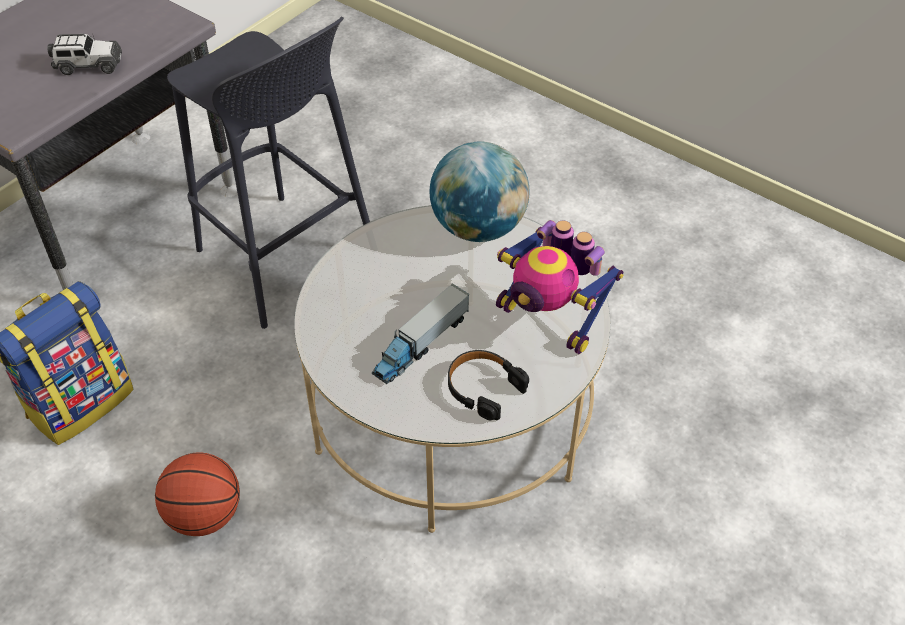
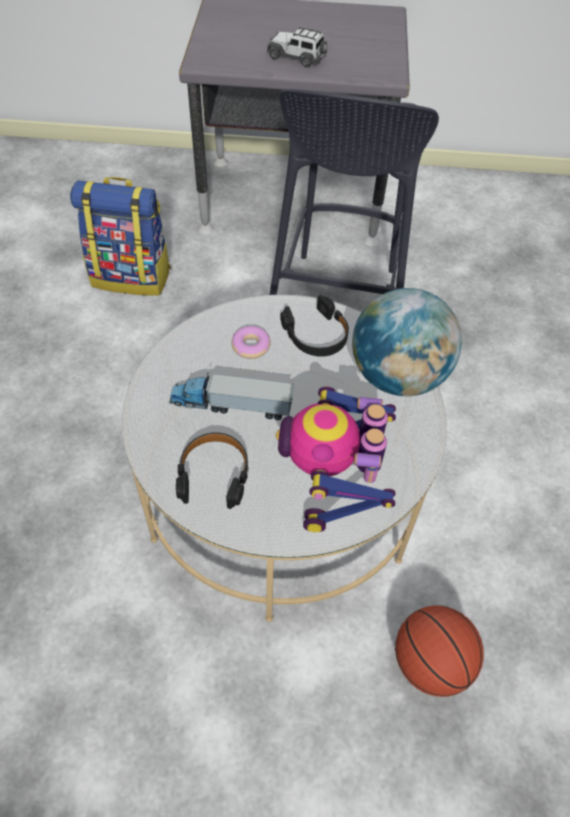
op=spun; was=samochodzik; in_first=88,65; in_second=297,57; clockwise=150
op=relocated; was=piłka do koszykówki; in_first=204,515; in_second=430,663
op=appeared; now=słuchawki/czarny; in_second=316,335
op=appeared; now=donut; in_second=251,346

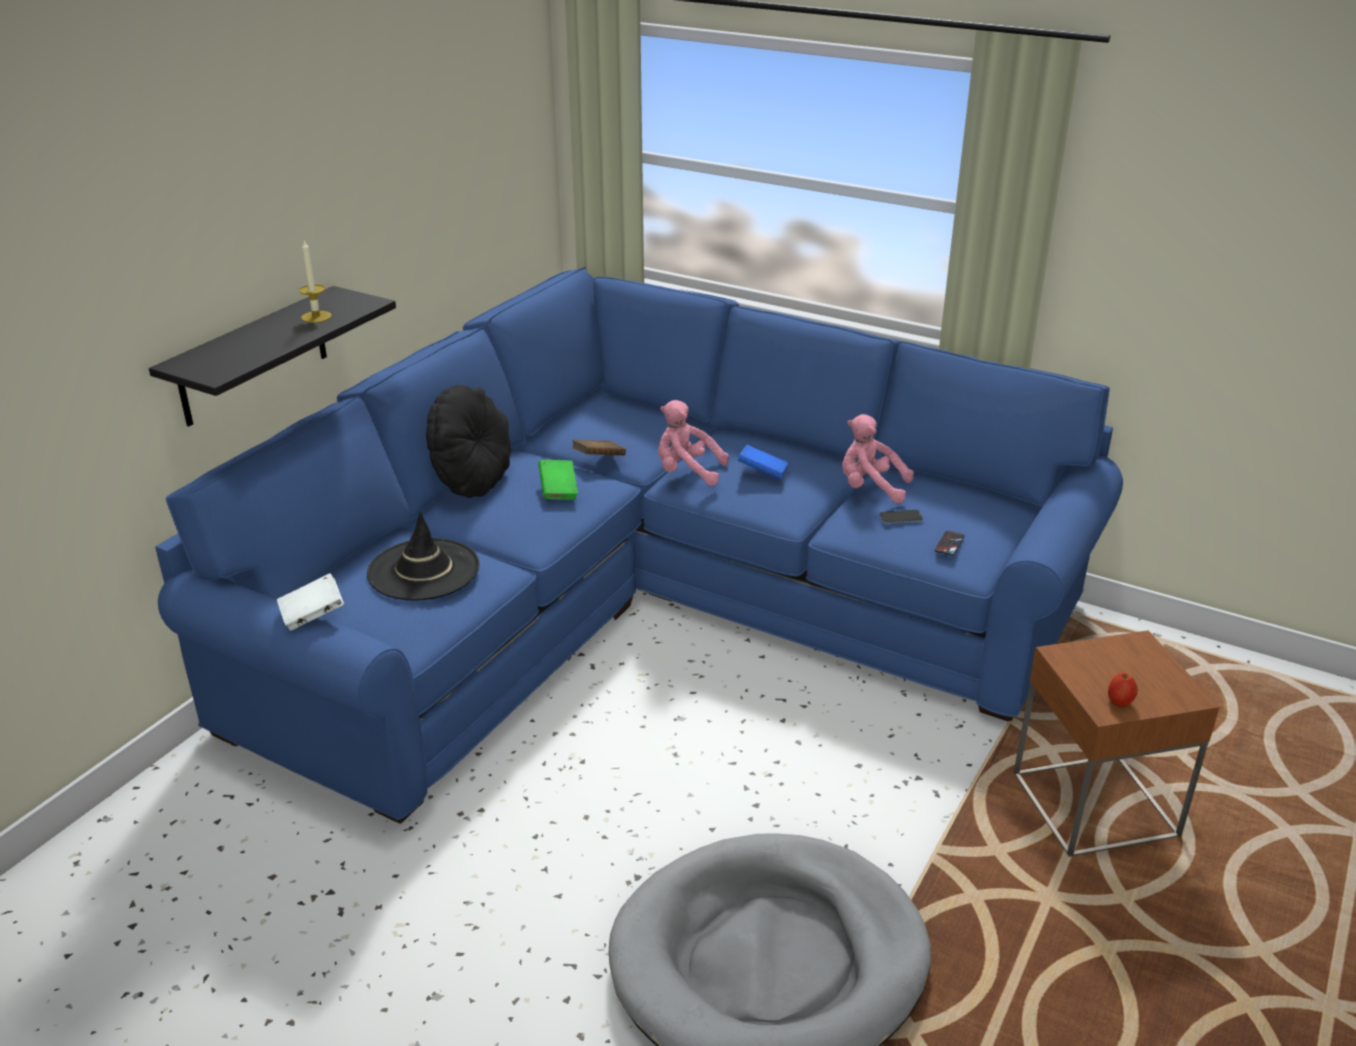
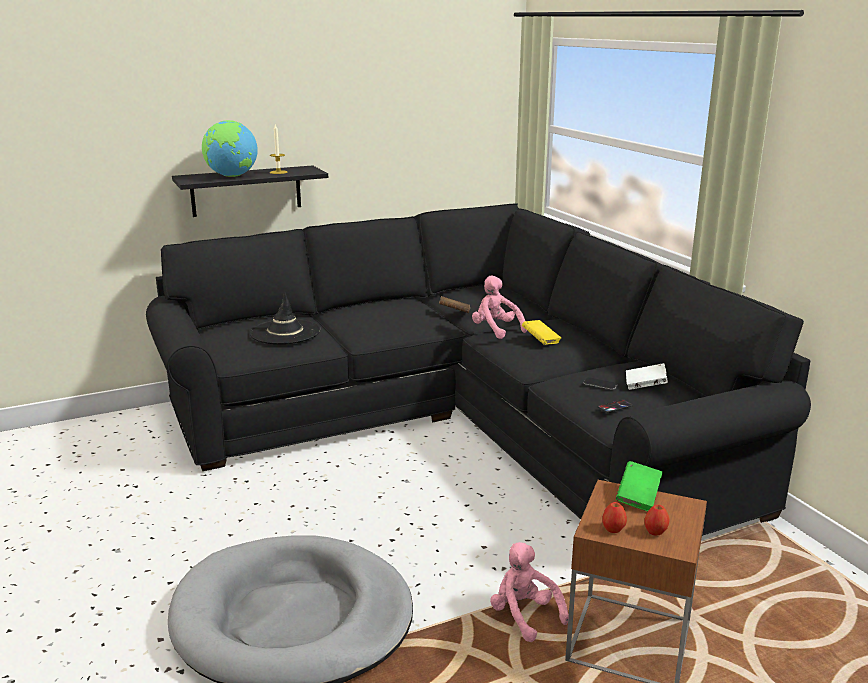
op=colour; was=kanapa/niebieski; now=kanapa/czarny; in_first=650,608; in_second=460,423
op=missing; was=poduszka/czarny; in_first=473,485
op=relocated; was=pluszak/różowy; in_first=870,488; in_second=524,615
op=colour; was=książka/niebieski; now=książka/żółty; in_first=762,473; in_second=541,341
op=relocated; was=książka/zielony; in_first=558,491; in_second=638,497
op=relocated; was=książka/biały; in_first=312,615; in_second=645,386
op=appeared; now=globus; in_second=232,176
op=appeared; now=jabłko; in_second=655,532

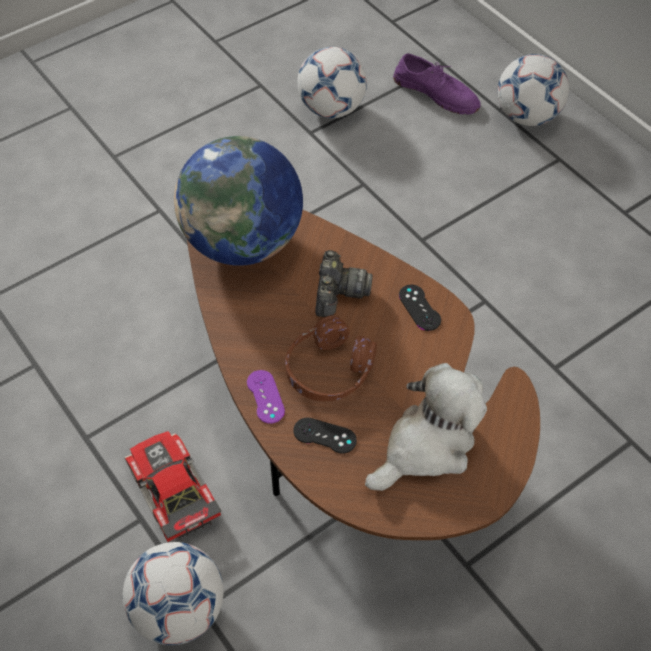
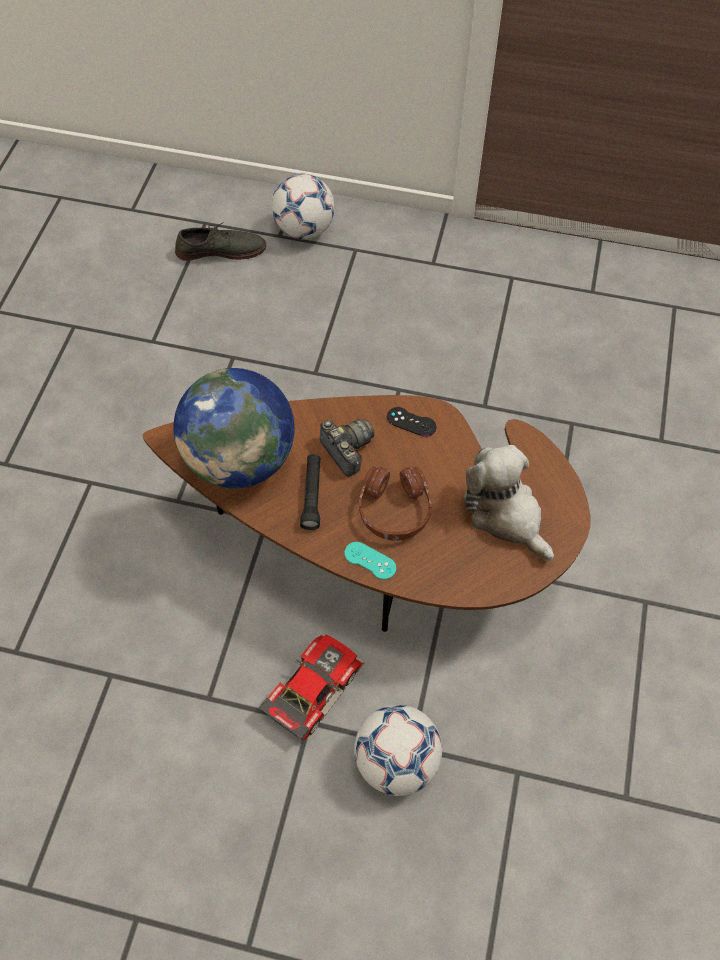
op=missing; was=piłka futbolowa; in_first=332,109
op=colour; was=but/fioletowy; now=but/szary; in_first=436,92; in_second=221,249
op=spun; was=pluszak; in_first=427,446; in_second=505,514; clockwise=-45
op=colour; was=pad do gier/fioletowy; now=pad do gier/turkusowy; in_first=265,397; in_second=370,560
op=missing; was=pad do gier/czarny; in_first=324,435
op=spun; was=samochodzik; in_first=170,492; in_second=311,687; clockwise=105
op=appeared; now=latarka/czarny; in_second=312,495

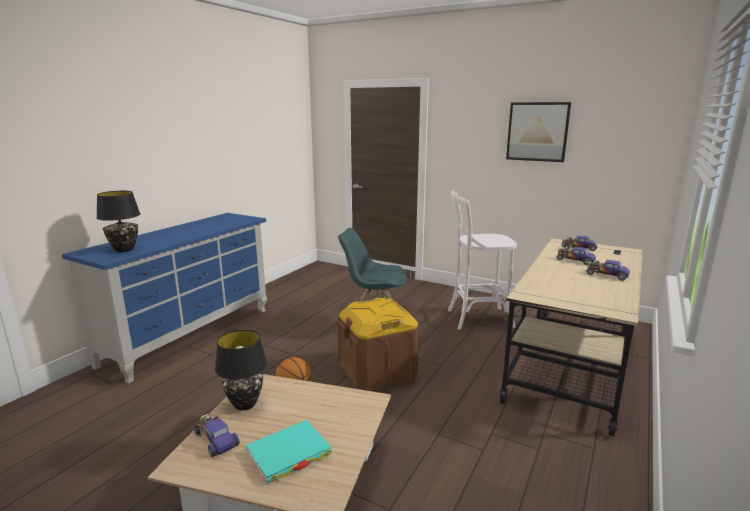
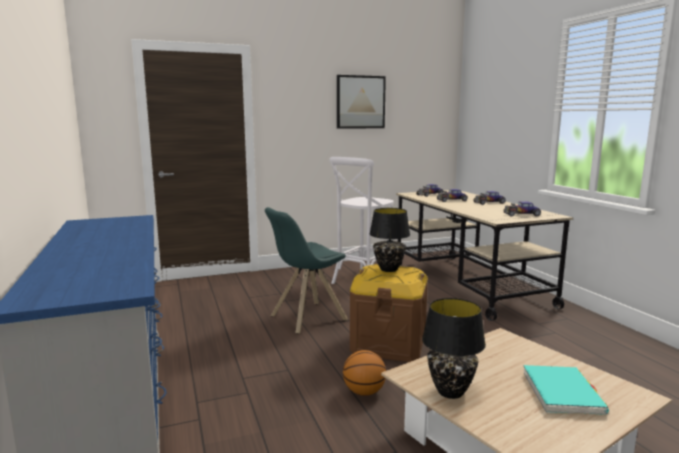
op=relocated; was=lampa stołowa/czarny; in_first=124,250; in_second=389,269
op=relocated; was=samochodzik; in_first=216,439; in_second=521,214

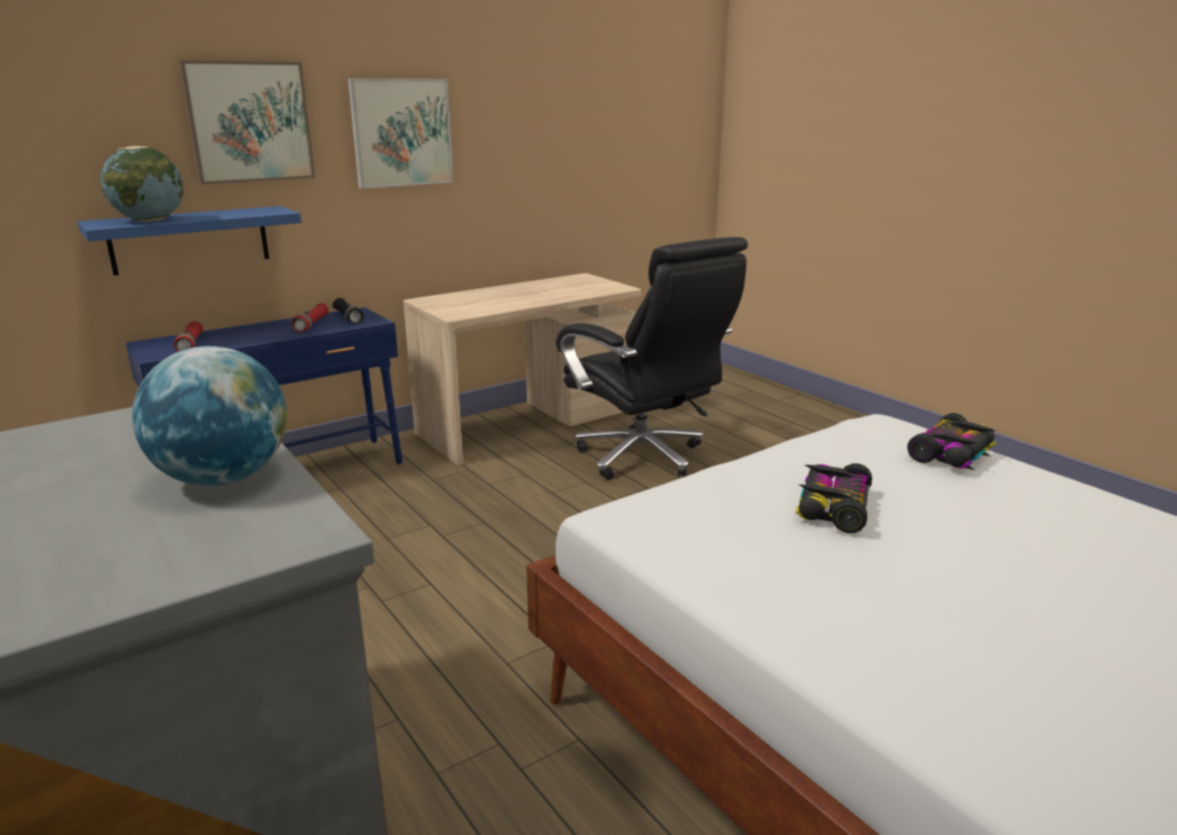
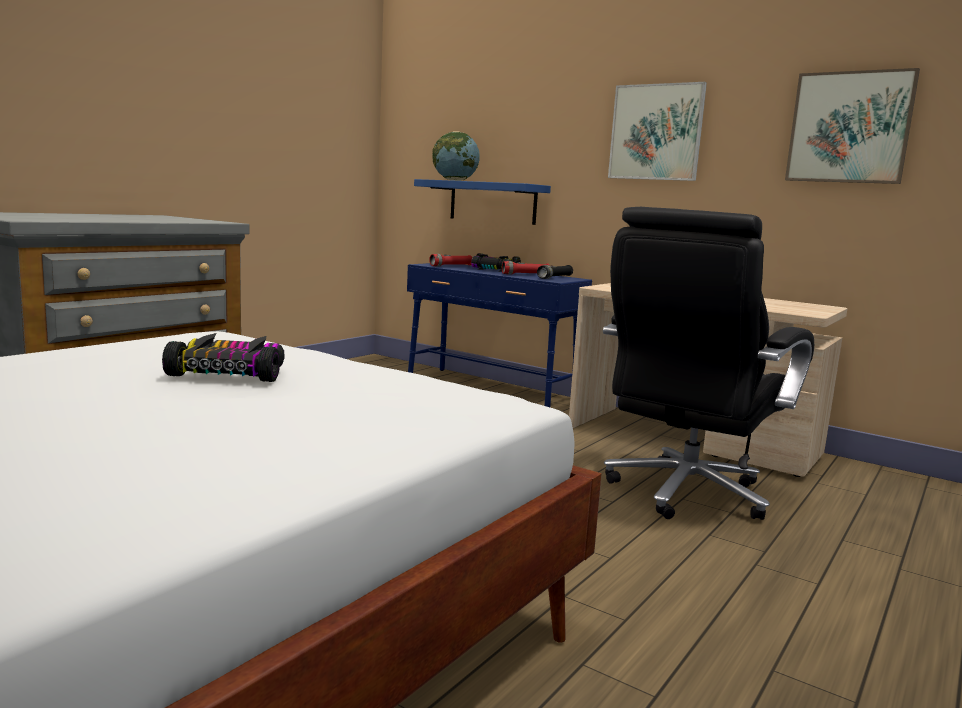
op=relocated; was=obraz; in_first=249,122; in_second=849,127
op=missing; was=globus; in_first=224,479
op=relocated; was=samochodzik; in_first=952,454; in_second=494,270

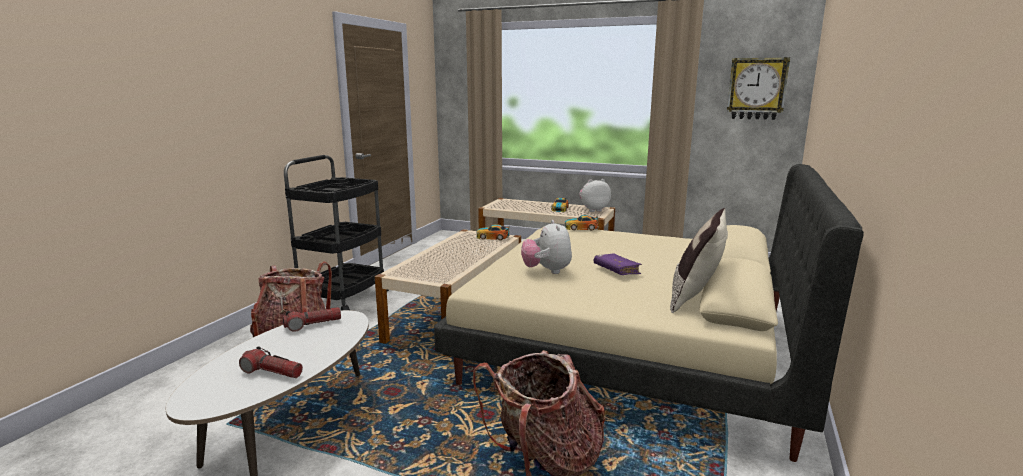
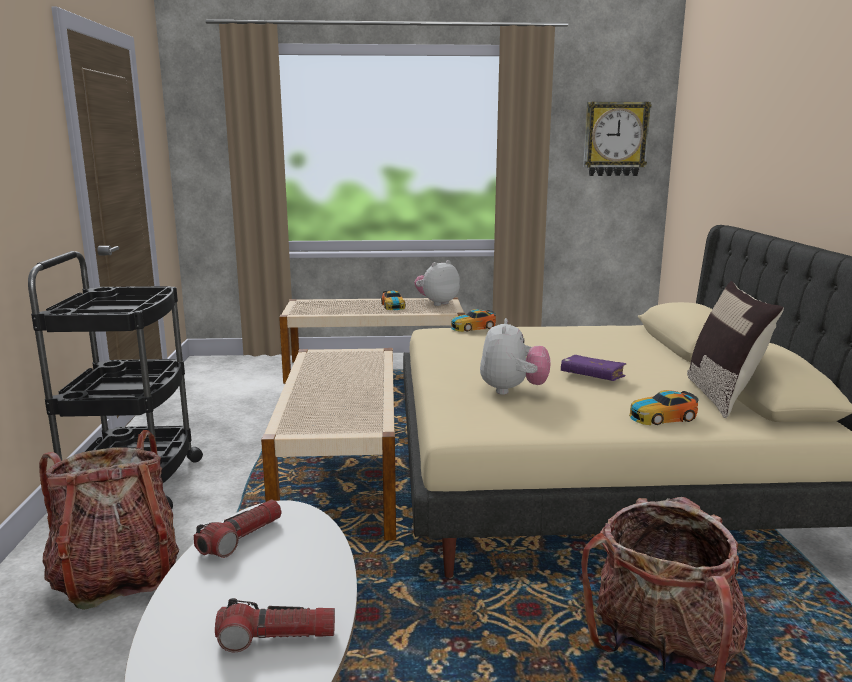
op=spun; was=pluszak; in_first=547,271; in_second=512,390; clockwise=-135
op=relocated; was=samochodzik; in_first=492,237; in_second=661,417

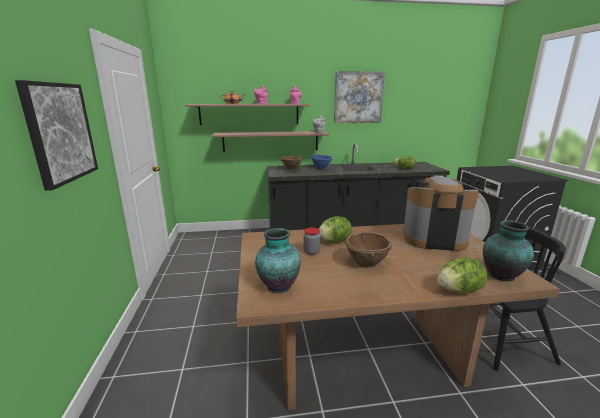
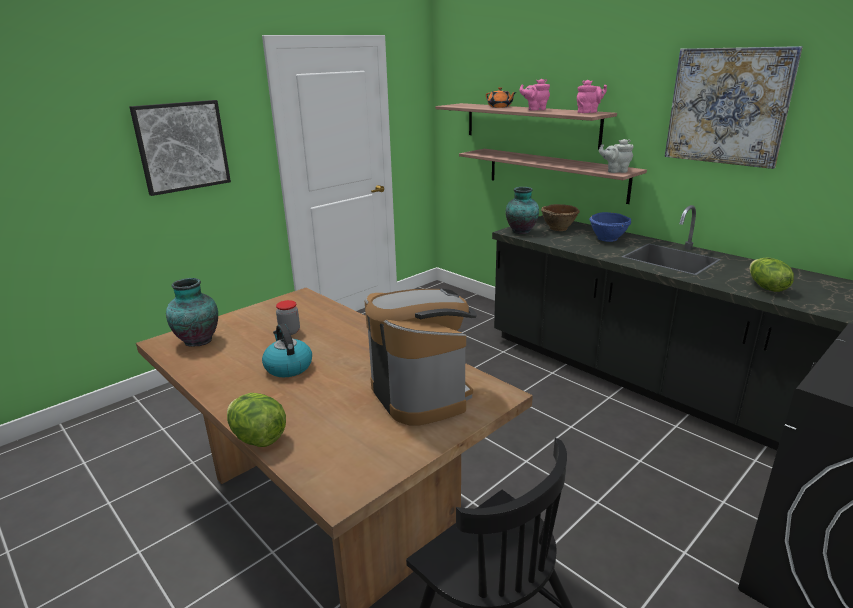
op=missing; was=sałata; in_first=334,241
op=relocated; was=wazon; in_first=502,276; in_second=521,231
op=exchanged; was=miska/brązowy; now=czajnik; in_first=366,263; in_second=288,367

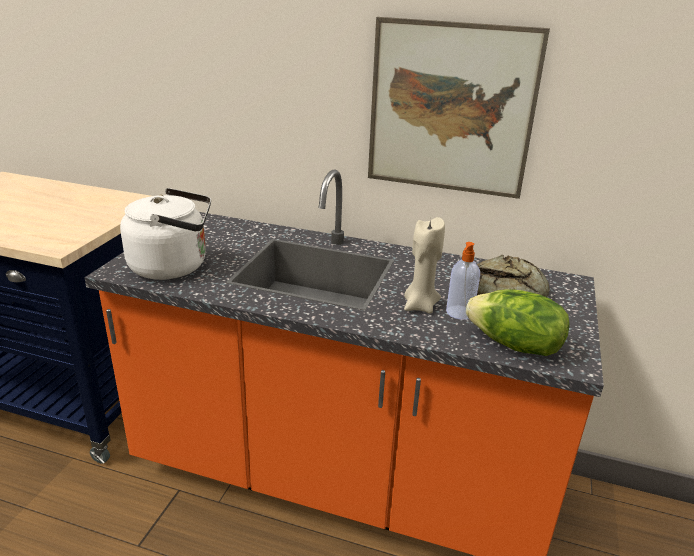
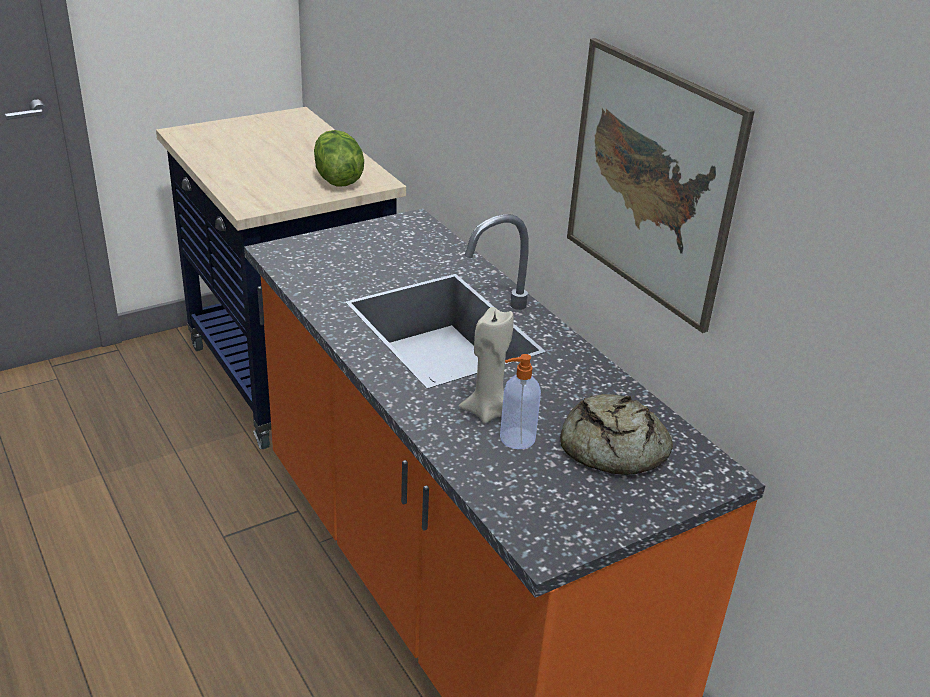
op=missing; was=czajnik/biały; in_first=174,266
op=relocated; was=sałata; in_first=514,345; in_second=336,179

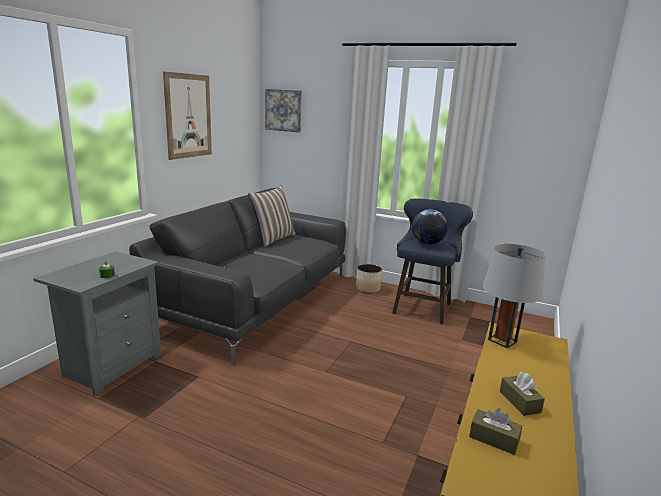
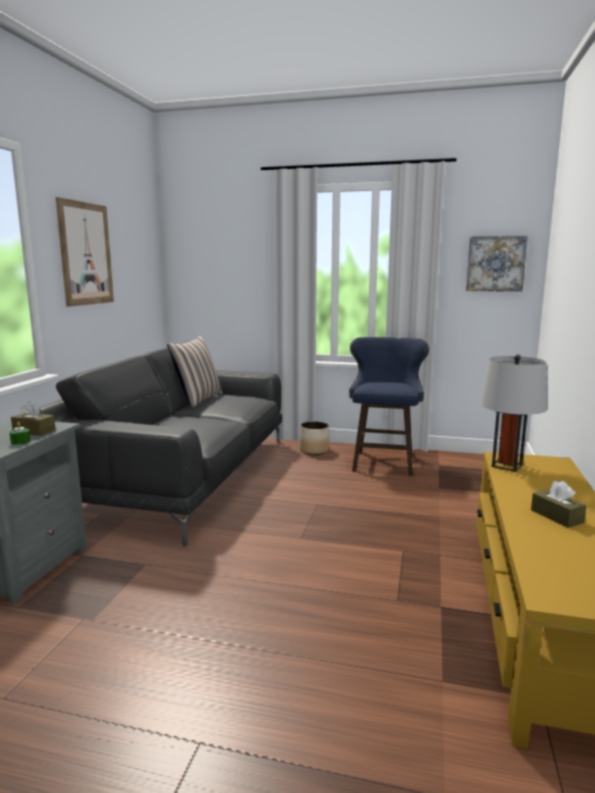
op=relocated; was=obraz; in_first=284,110; in_second=495,264
op=missing; was=globus; in_first=427,243
op=relocated; was=pudełko chusteczek/brązowy; in_first=493,439; in_second=34,431

